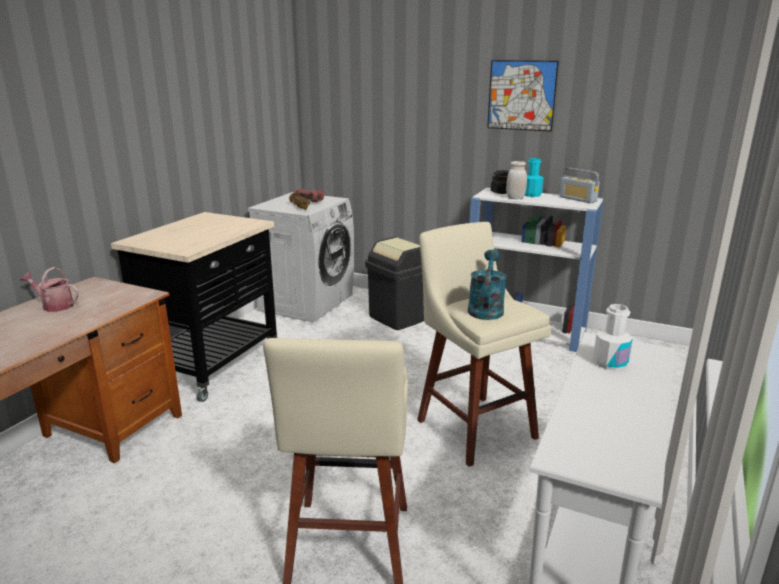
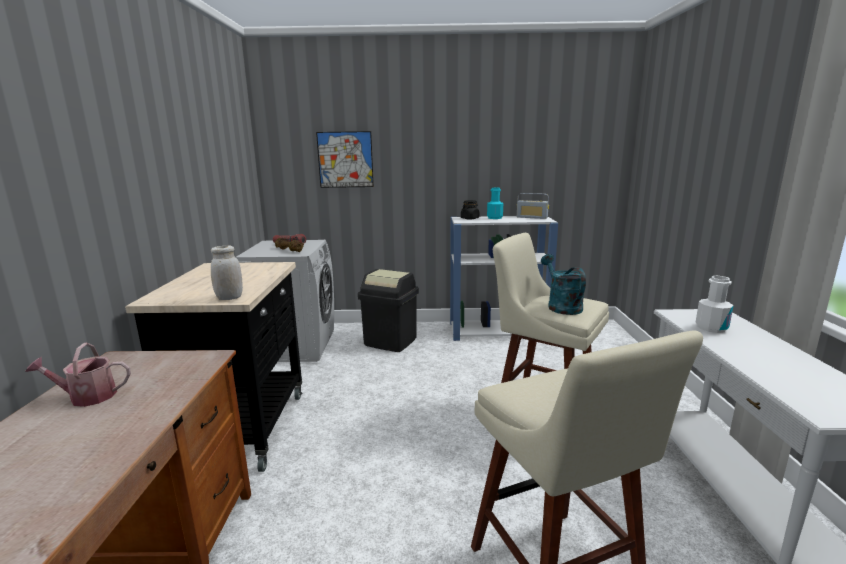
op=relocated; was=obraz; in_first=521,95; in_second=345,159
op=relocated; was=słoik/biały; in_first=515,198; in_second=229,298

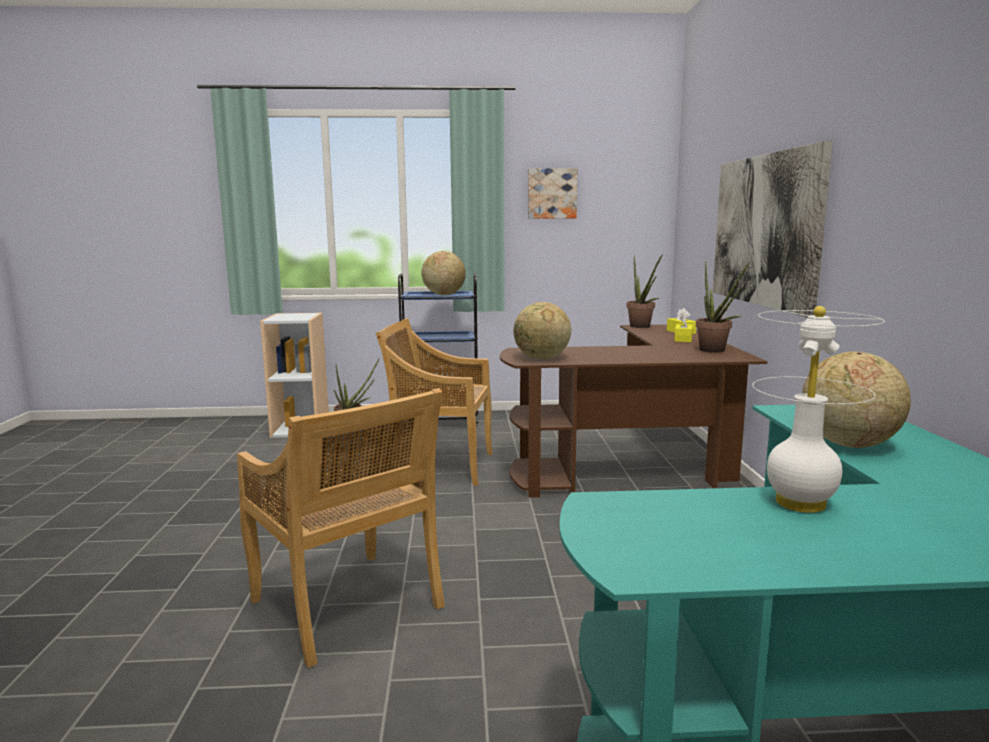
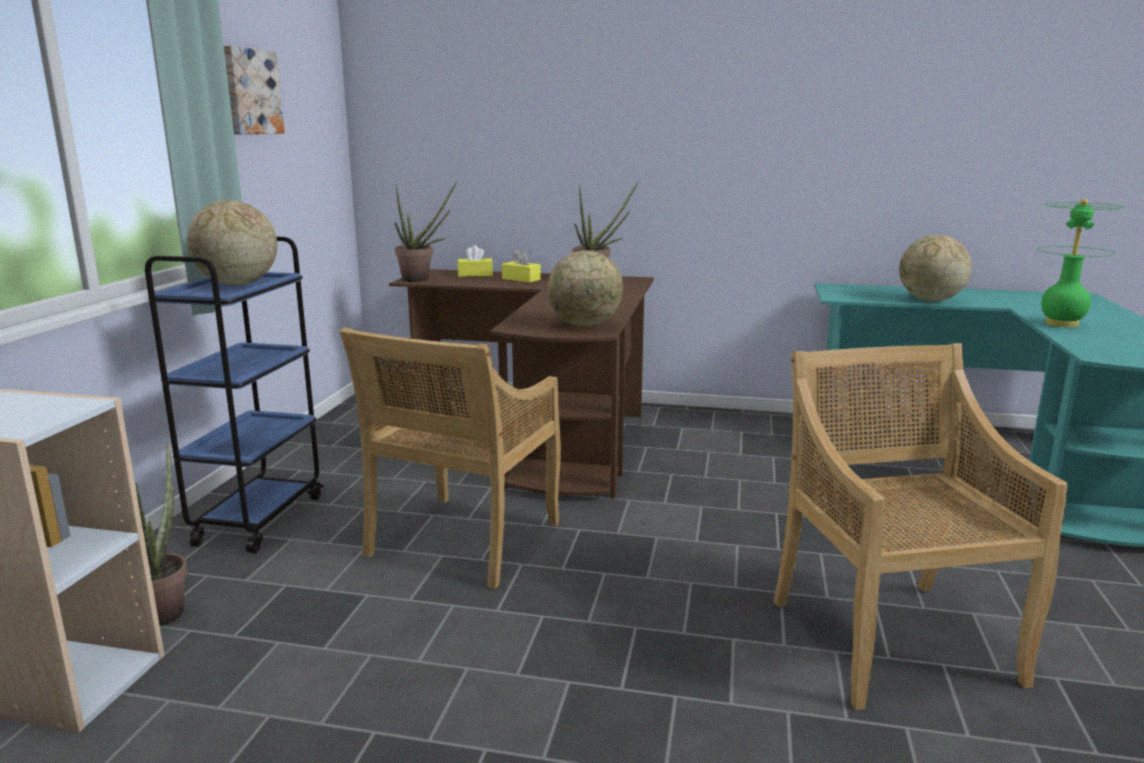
op=missing; was=obraz; in_first=764,230
op=colour; was=lampa stołowa/biały; now=lampa stołowa/zielony; in_first=800,502; in_second=1061,324
op=spun; was=krzesło/beżowy; in_first=347,606; in_second=890,638; clockwise=-75

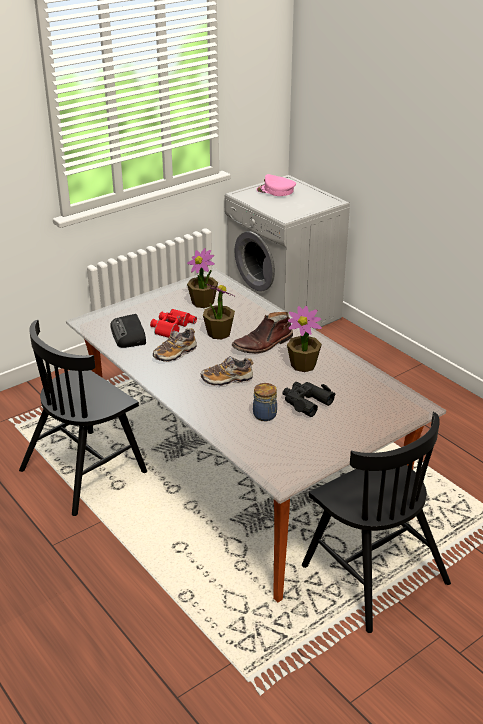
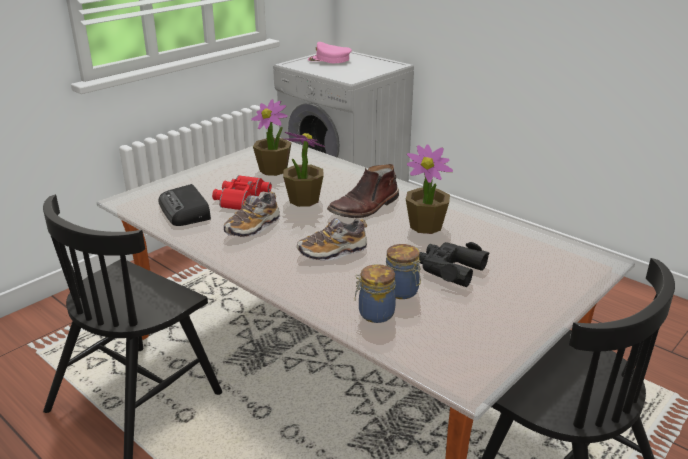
op=appeared; now=słoik; in_second=374,314

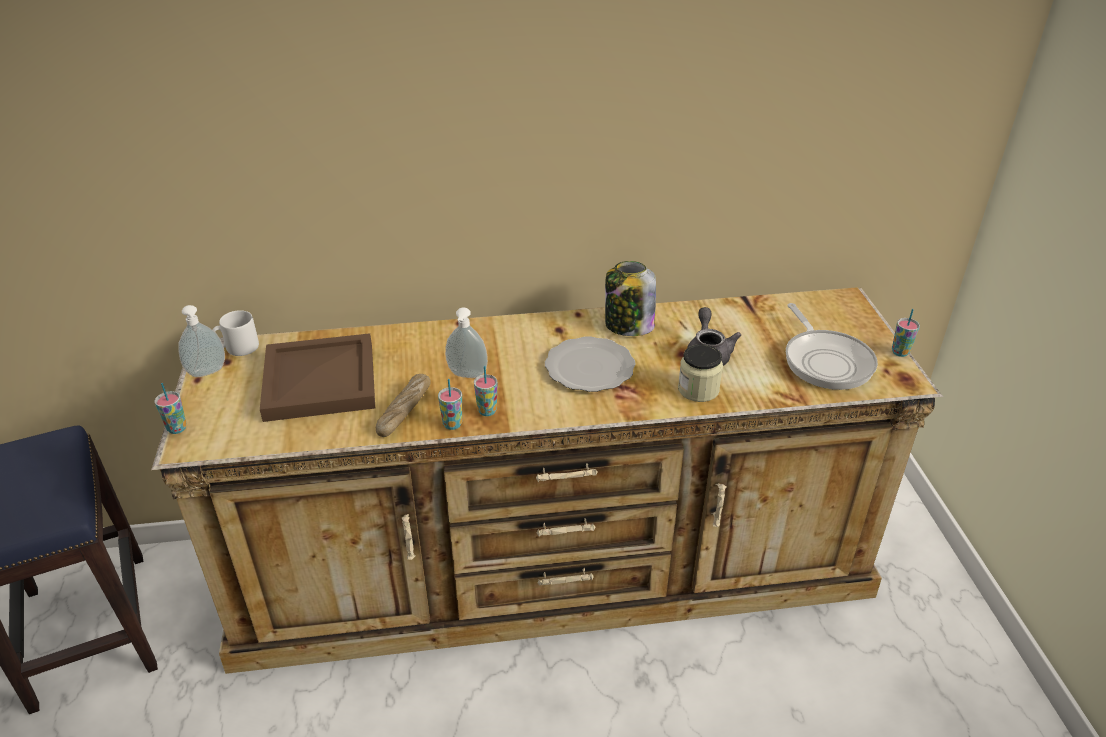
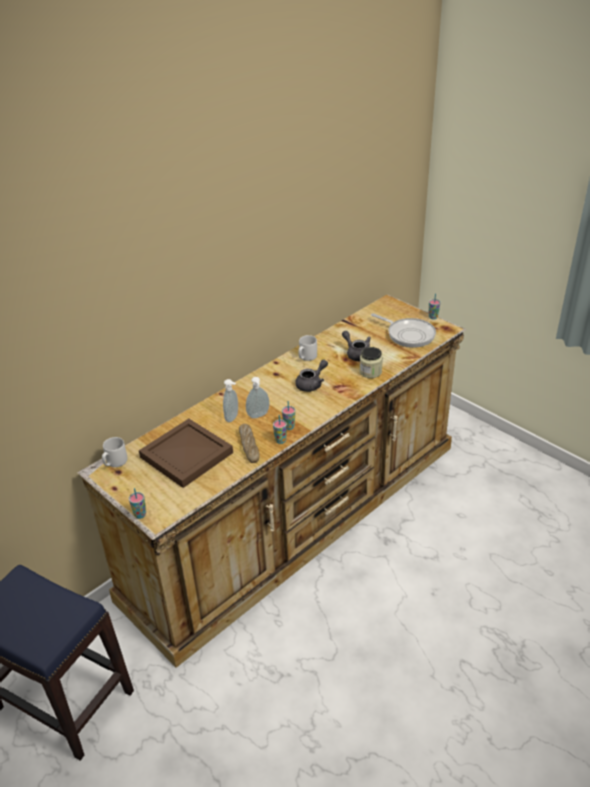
op=exchanged; was=słoik; now=kubek/szary; in_first=628,326; in_second=306,357
op=relocated; was=dozownik mydła; in_first=208,373; in_second=233,418
op=exchanged; was=talerz; now=imbryk/szary; in_first=590,367; in_second=312,384

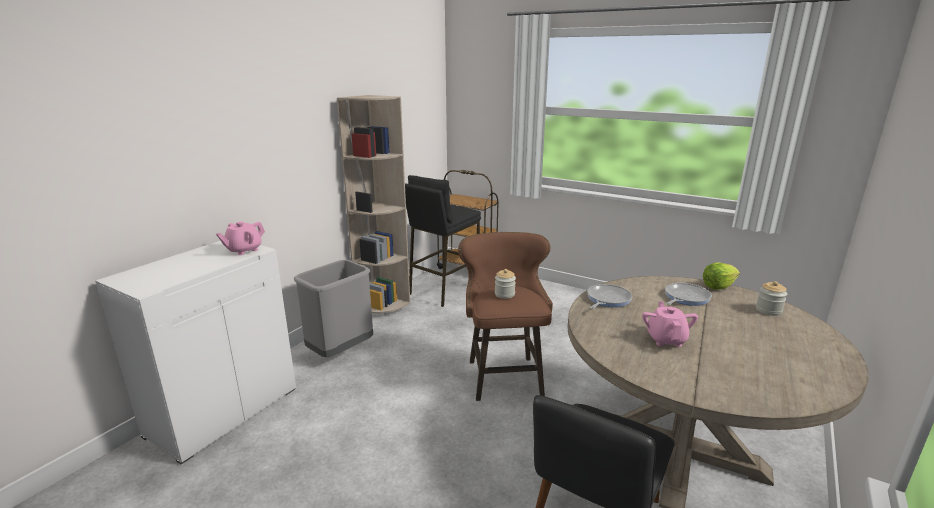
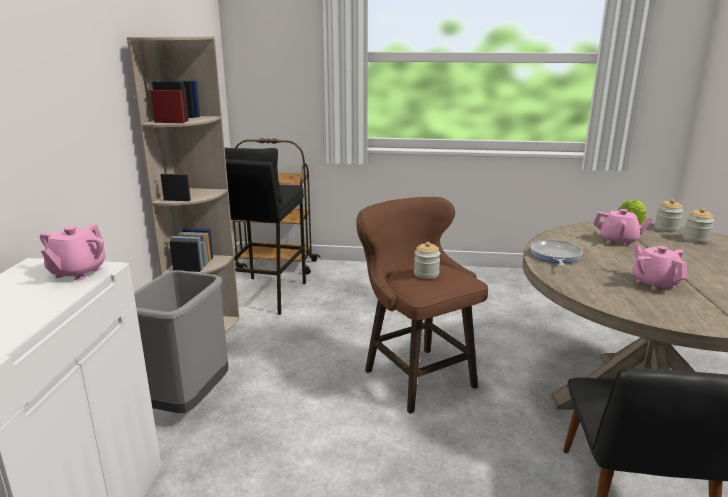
op=exchanged; was=patelnia; now=imbryk/różowy; in_first=685,298; in_second=618,241
op=appeared; now=słoik; in_second=666,229

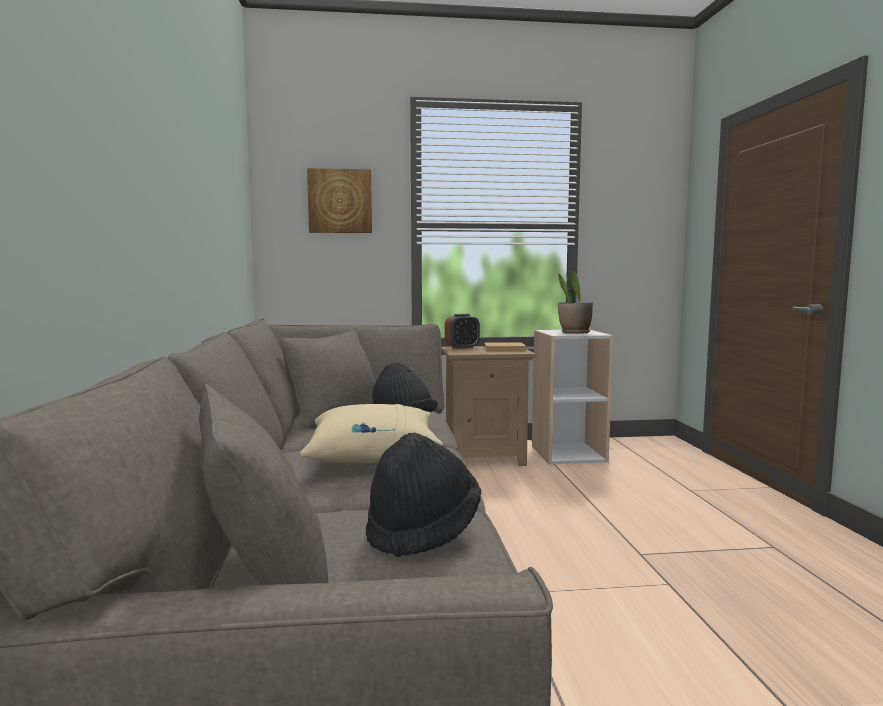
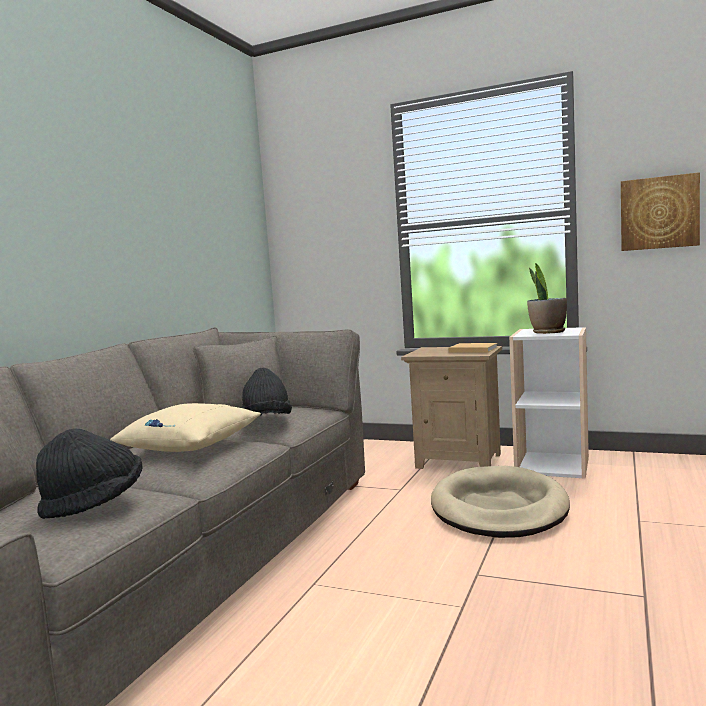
op=relocated; was=obraz; in_first=340,201; in_second=659,213
op=missing; was=budzik; in_first=462,347
op=appeared; now=legowisko/beżowy; in_second=498,508

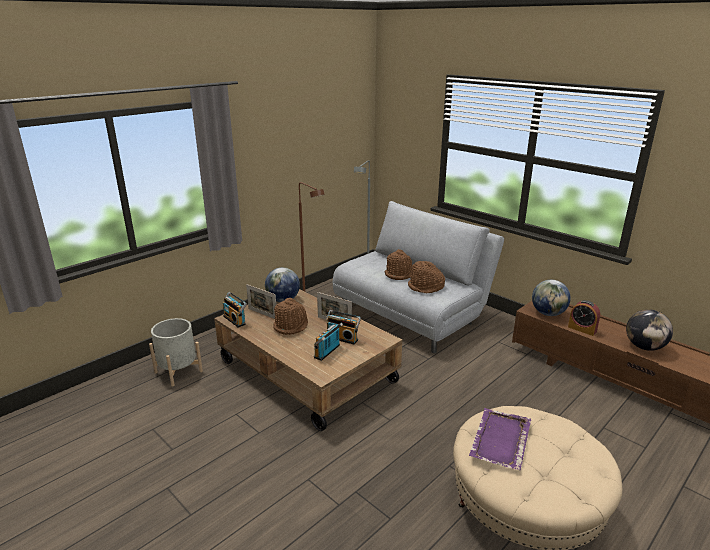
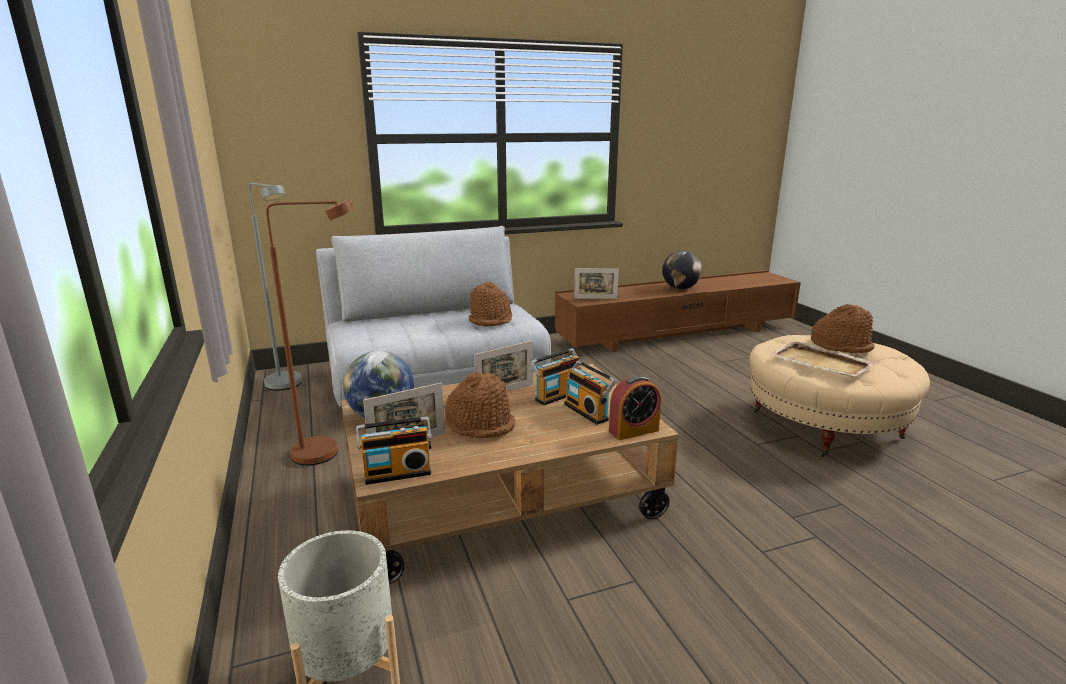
op=relocated; was=kapelusz/brązowy; in_first=399,274; in_second=841,346
op=exchanged; was=globus; now=ramka na zdjęcie; in_first=548,313; in_second=595,298
op=relocated; was=budzik; in_first=582,329; in_second=633,431
op=colour; was=taca/fioletowy; now=taca/beżowy; in_first=500,440; in_second=822,362

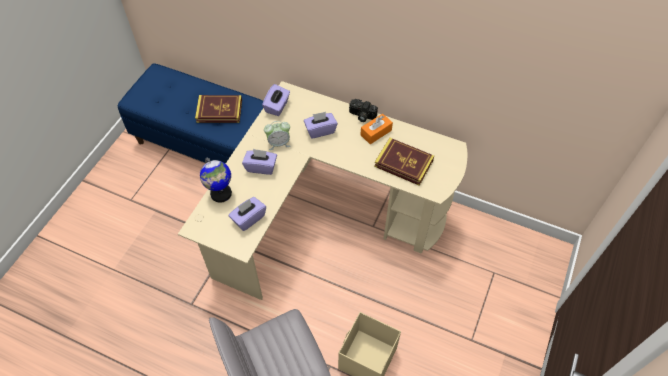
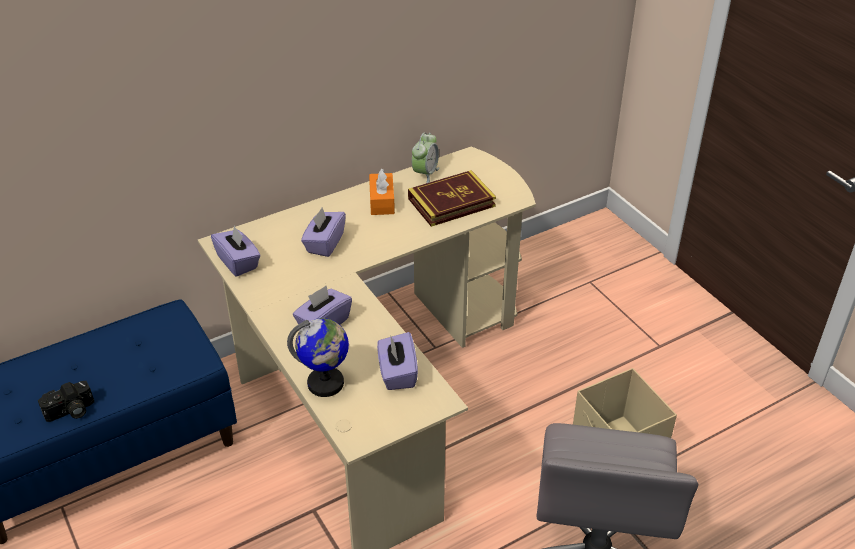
op=missing; was=książka; in_first=219,111
op=relocated; was=aparat fotograficzny; in_first=361,116; in_second=70,412
op=relocated; was=budzik; in_first=278,143; in_second=425,174

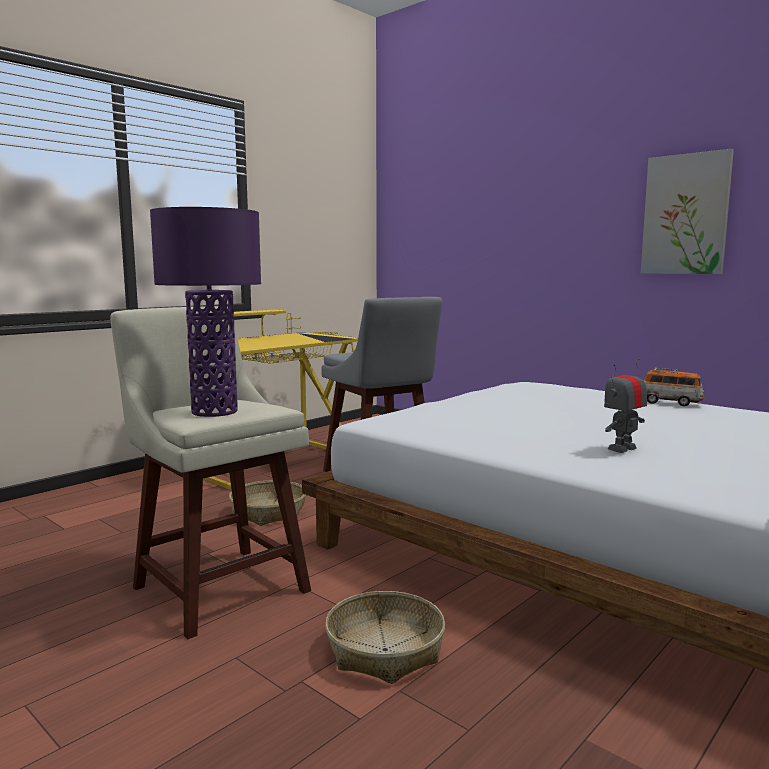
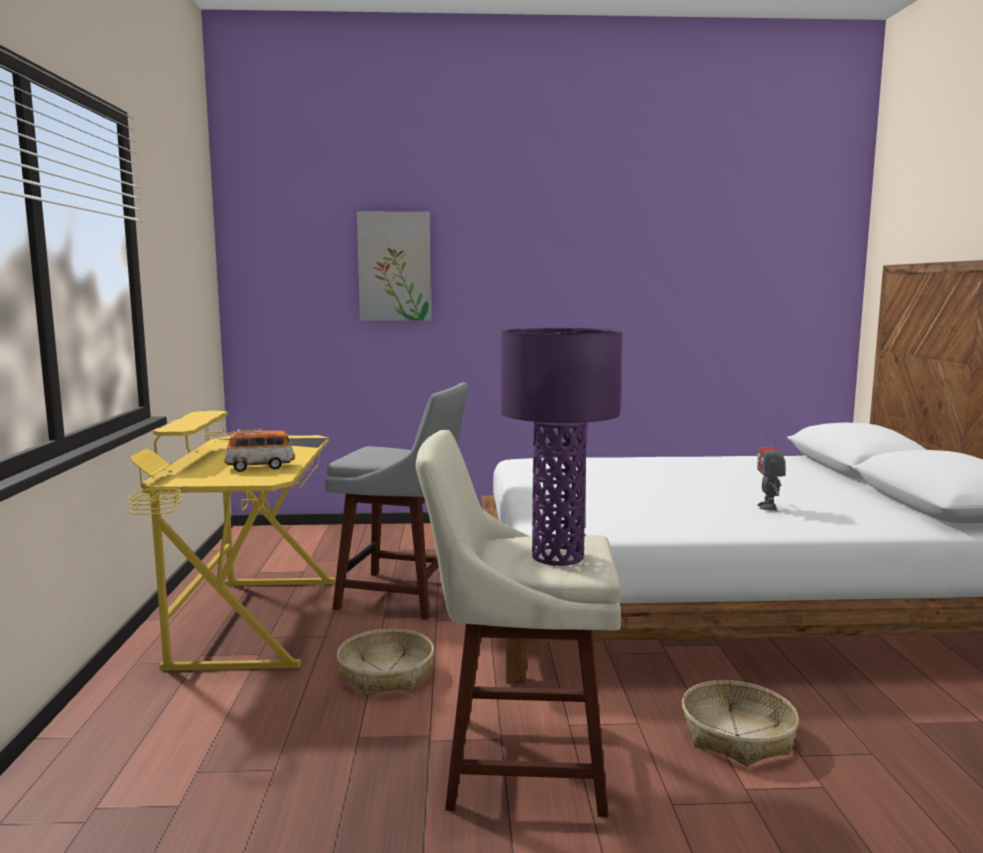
op=relocated; was=obraz; in_first=685,215; in_second=394,266
op=relocated; was=samochodzik; in_first=670,402; in_second=260,467

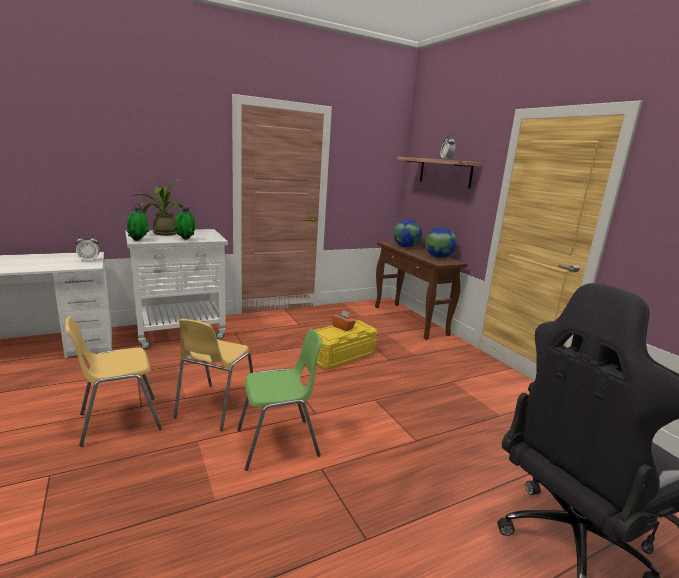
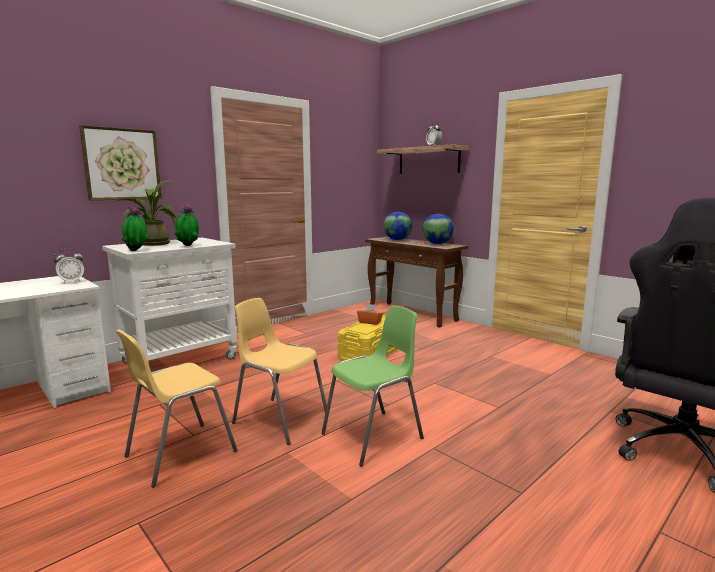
op=spun; was=krzesło/żółty; in_first=215,407; in_second=280,419; clockwise=120
op=appeared; now=obraz; in_second=122,164

